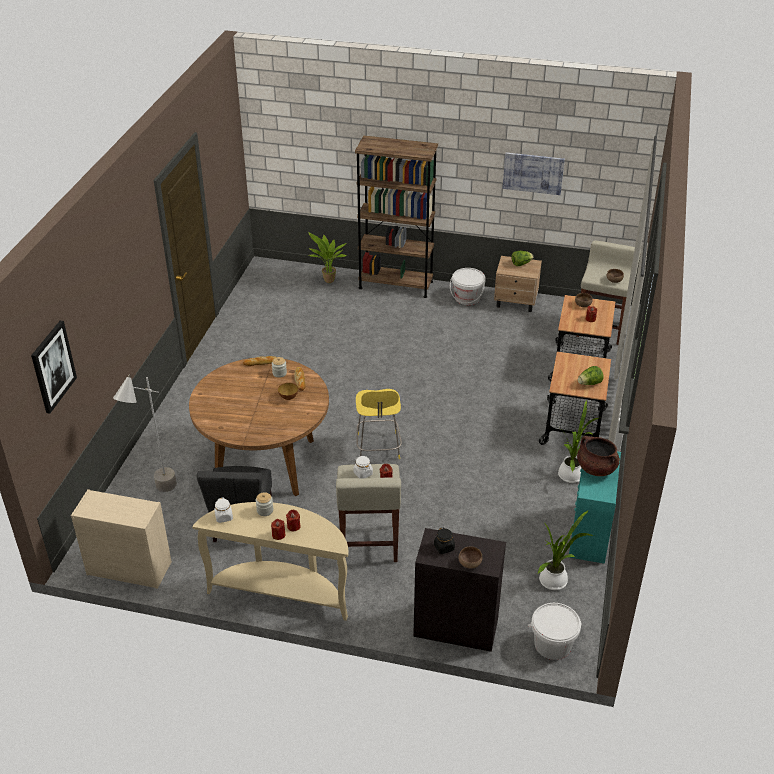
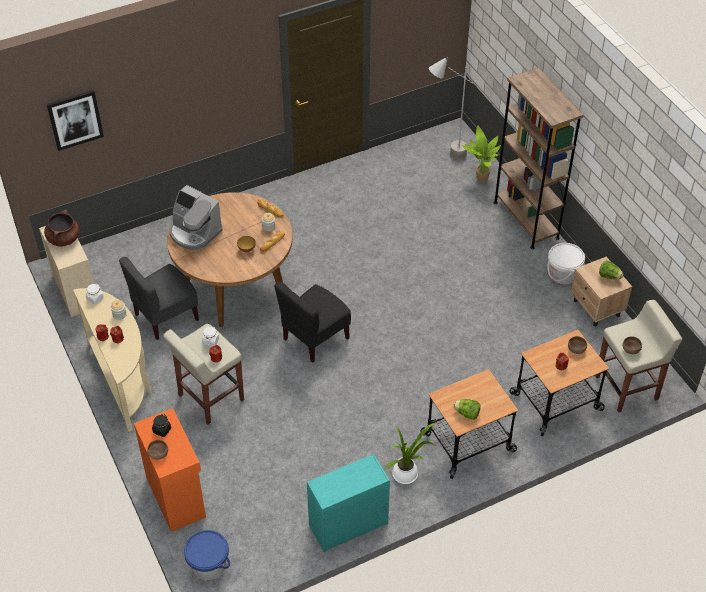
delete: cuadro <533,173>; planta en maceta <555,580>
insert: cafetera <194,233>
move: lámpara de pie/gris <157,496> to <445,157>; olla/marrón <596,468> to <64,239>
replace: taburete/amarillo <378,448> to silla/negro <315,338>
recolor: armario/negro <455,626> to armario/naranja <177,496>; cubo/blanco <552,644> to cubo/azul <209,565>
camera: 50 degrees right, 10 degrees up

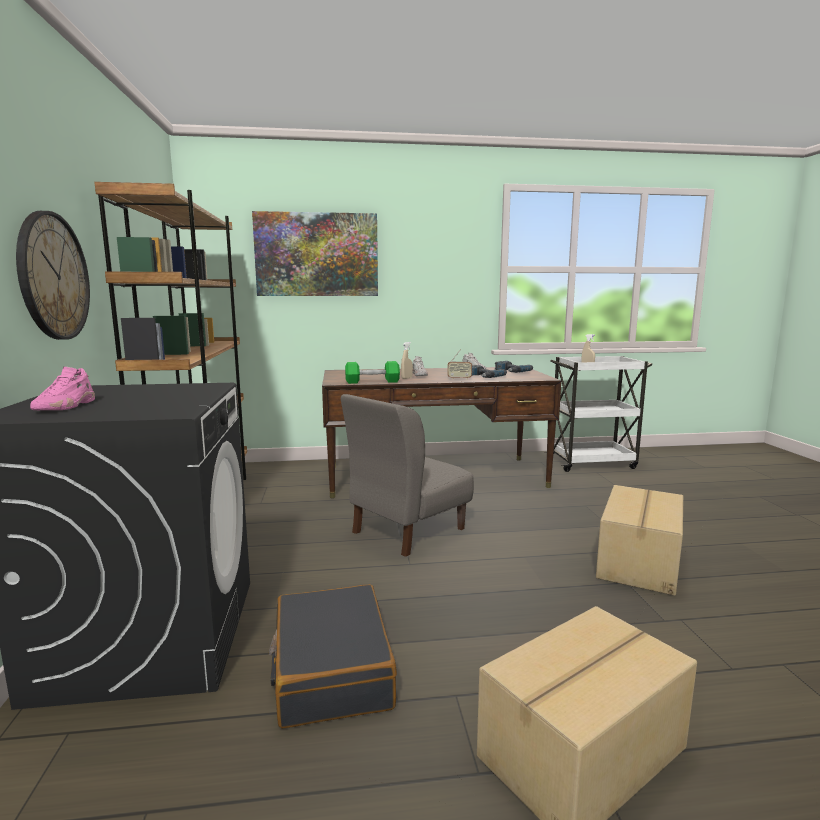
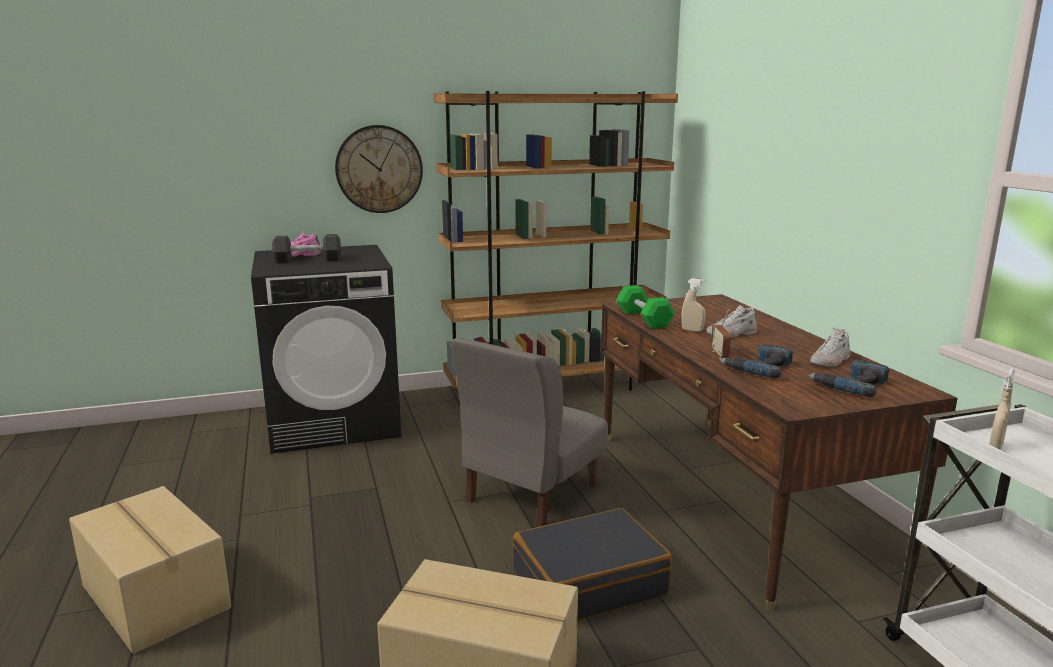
delete: cuadro <317,255>
insert: mancuerna/negro <308,260>
move: maleta/negro <331,669> to <589,583>
rotate: silla/gris <407,530> = <531,493> 90 degrees counterclockwise
camera: 80 degrees right, 5 degrees up

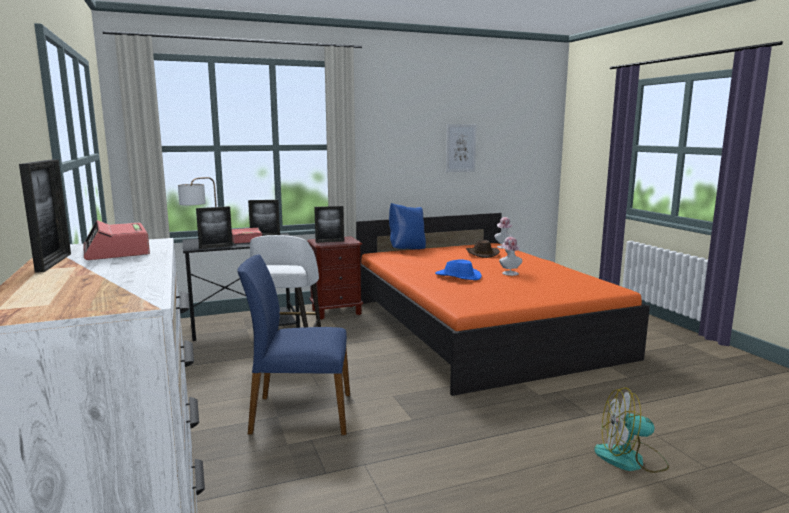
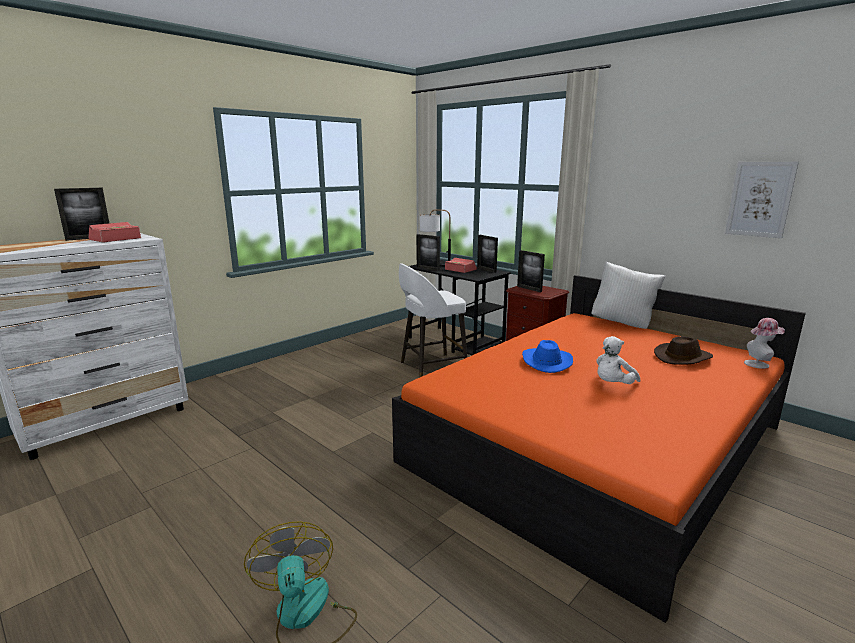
delete: silla/azul <300,413>
replace: sombrero <509,272> to peluche/blanco <612,384>
recolor: cojín/azul <406,249> to cojín/blanco <623,323>
camera: 65 degrees right, 5 degrees up

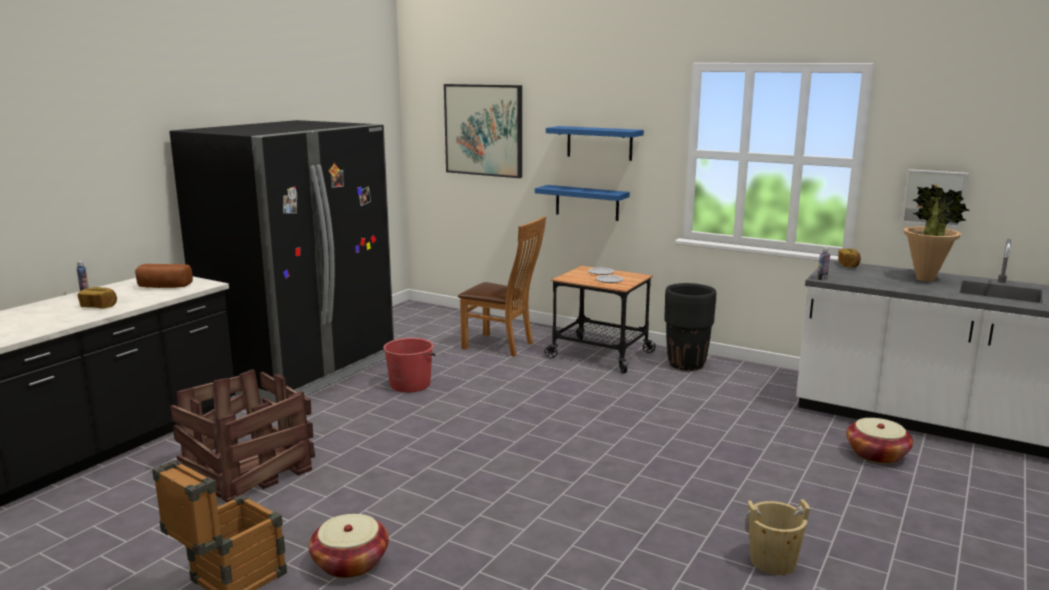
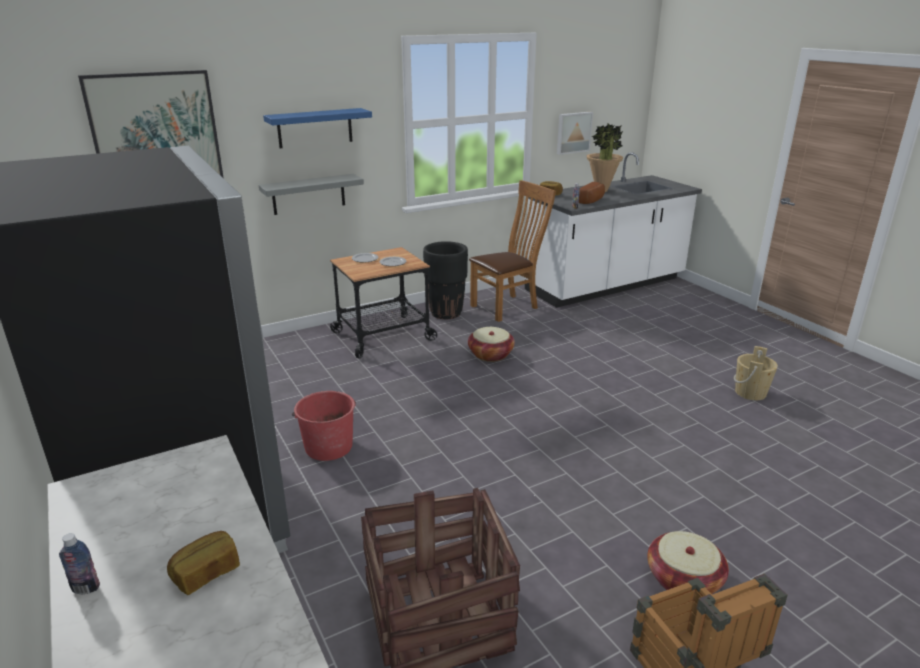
move: pan <163,287> to <592,201>; silla/marrón <502,346> to <508,306>; cesta <876,454> to <490,354>
recolor: estante/azul <587,202> to estante/gris <308,194>
camera: 60 degrees left, 10 degrees up

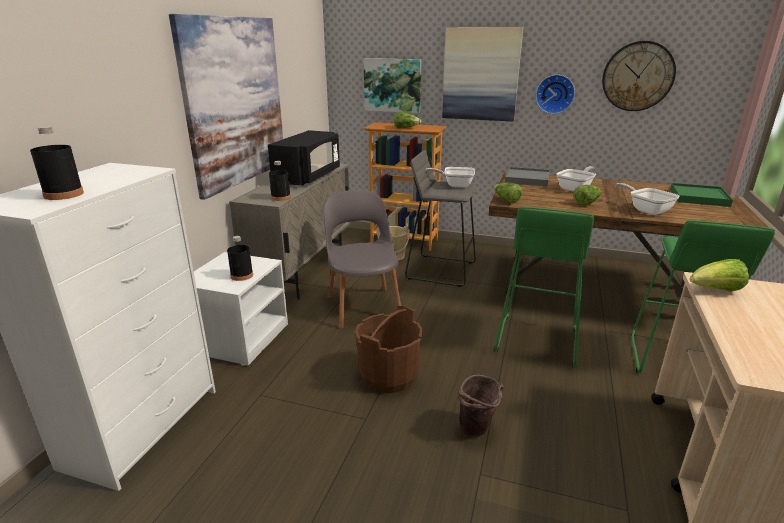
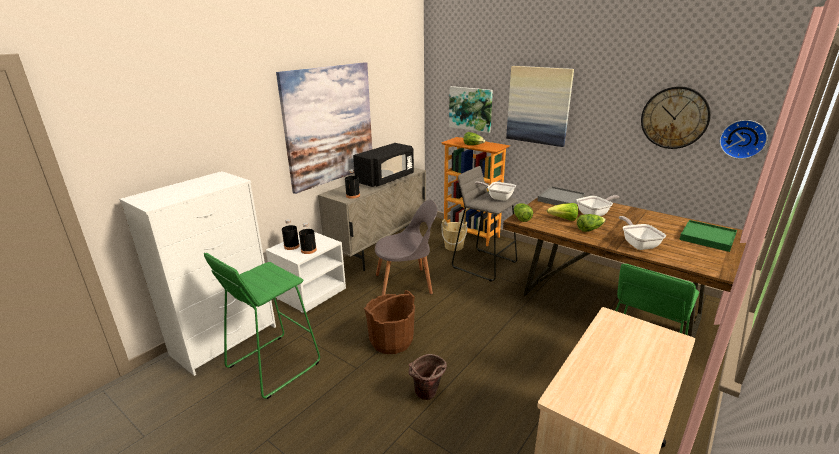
move: botella/negro <64,194> to <291,246>; taburete/verde <536,340> to <273,365>; reloj de pared <555,94> to <743,138>; lechuga <715,291> to <563,219>
rotate: silla/gris <363,306> = <406,284> 75 degrees clockwise
camera: 20 degrees right, 0 degrees up

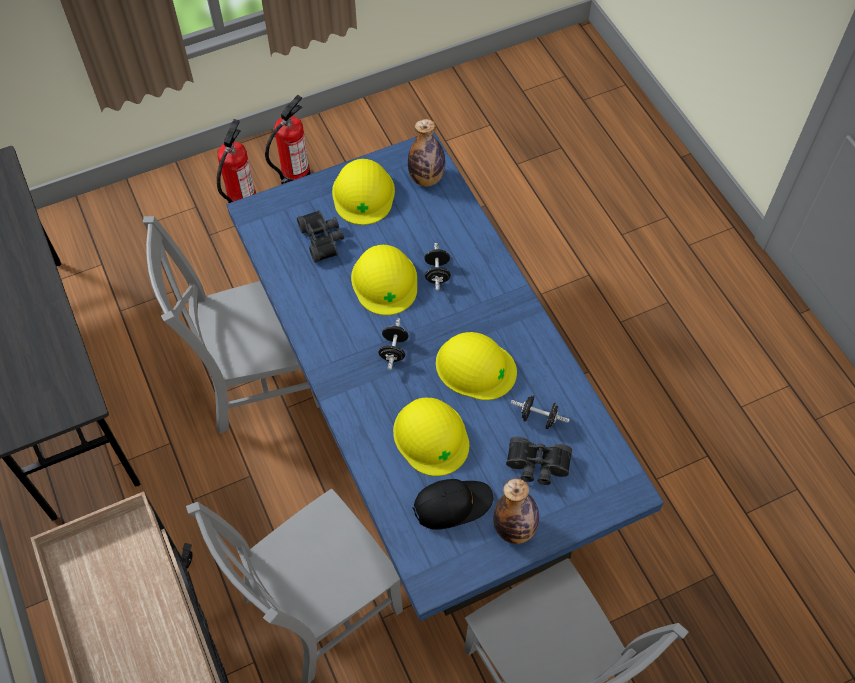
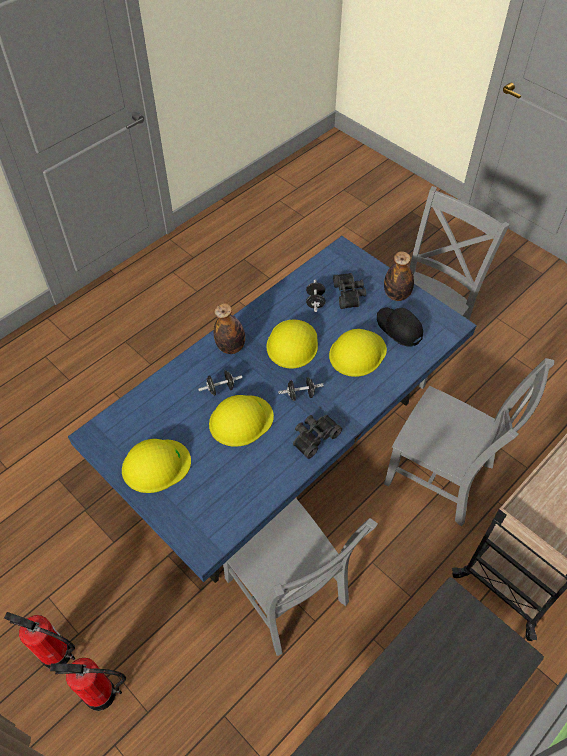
move: prismáticos/negro <323,239> to <313,437>; botella <426,178> to <231,347>
camera: 110 degrees left, 5 degrees down

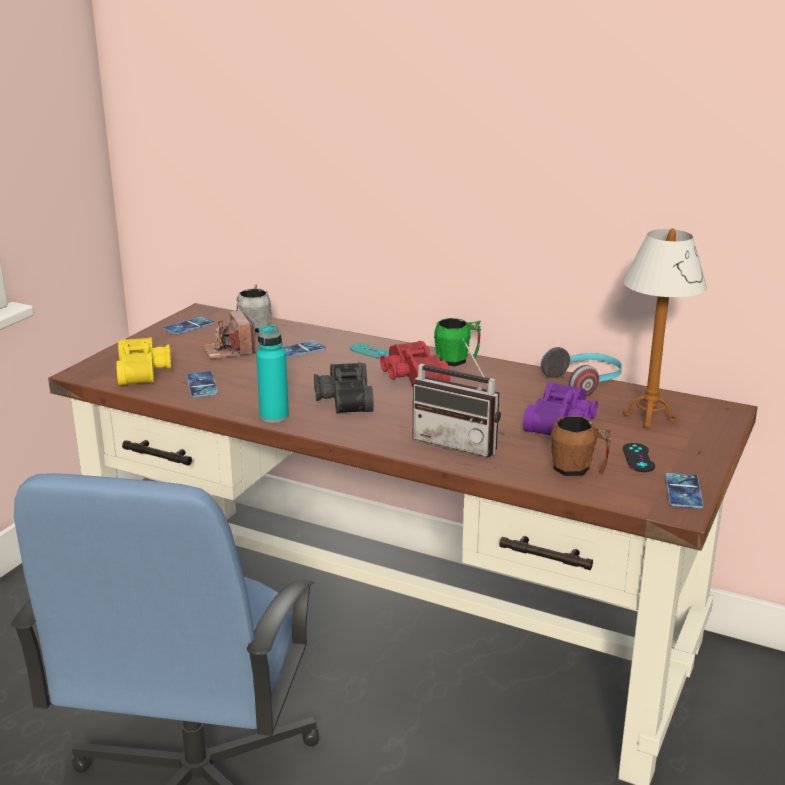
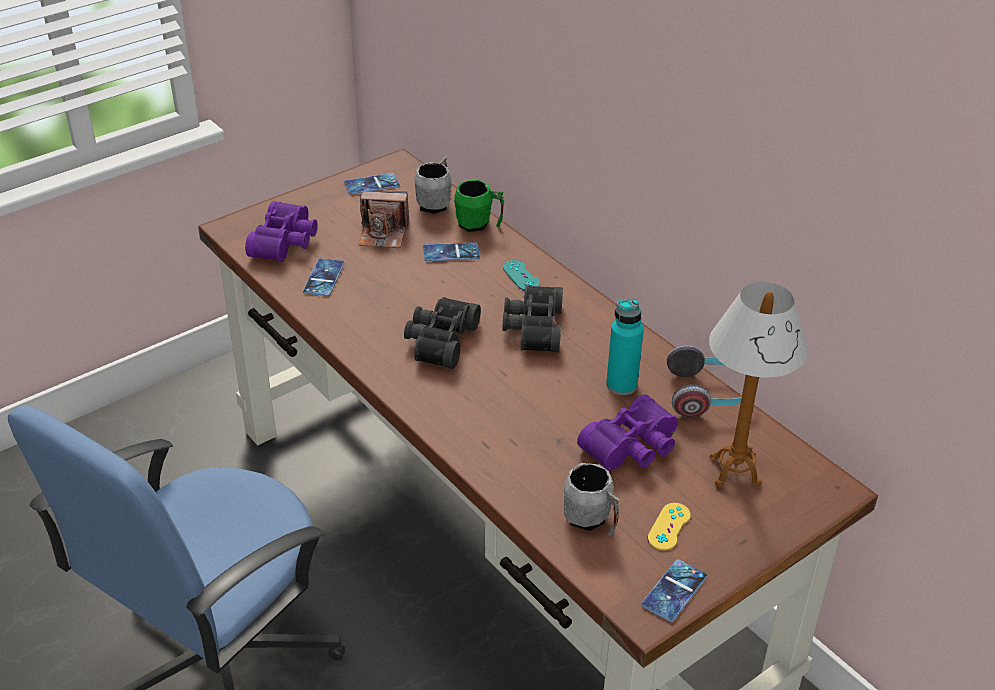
delete: radio <459,442>
move: botella/turquesa <274,417> to <621,385>; taza grande/verde <457,360> to <479,224>
recolor: prismáticos/amarillo <145,371> to prismáticos/morado <287,242>; prismáticos/rojo <410,377> to prismáticos/negro <532,328>; taza grande/marrón <578,469> to taza grande/gris <591,520>; mando de consola/negro <638,458> to mando de consola/amarillo <669,526>
rotate: cámara <229,351> = <383,234> 90 degrees counterclockwise
camera: 25 degrees right, 15 degrees up

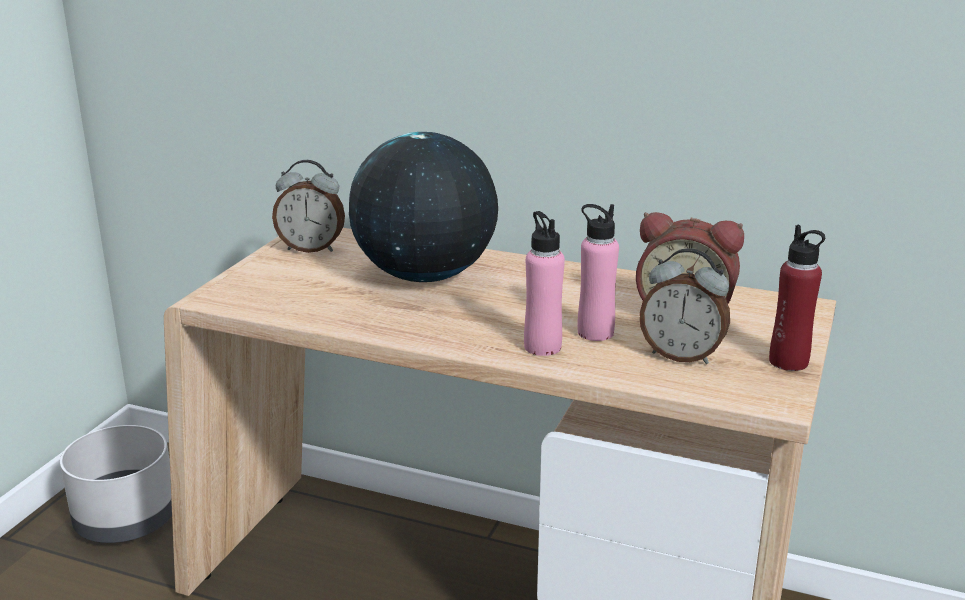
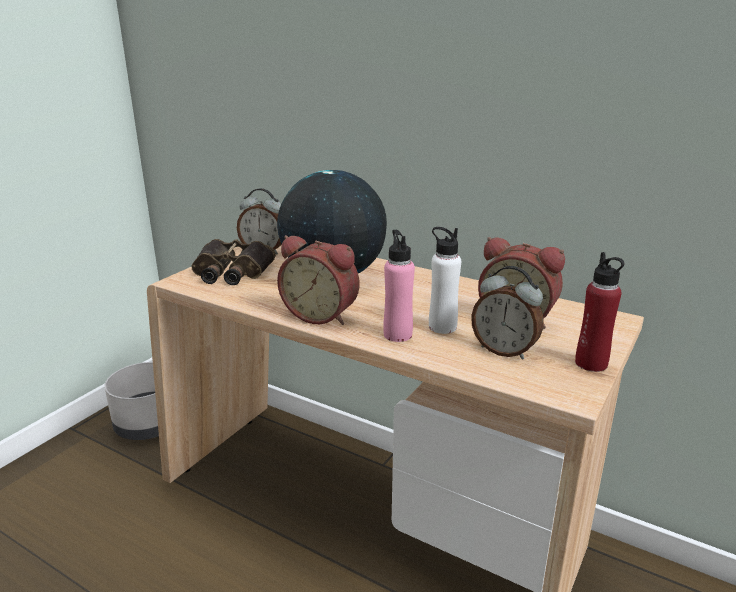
insert: prismáticos <231,272>; despertador <322,314>
recolor: botella/rosa <595,332> to botella/blanco <442,327>
camera: 10 degrees right, 0 degrees up

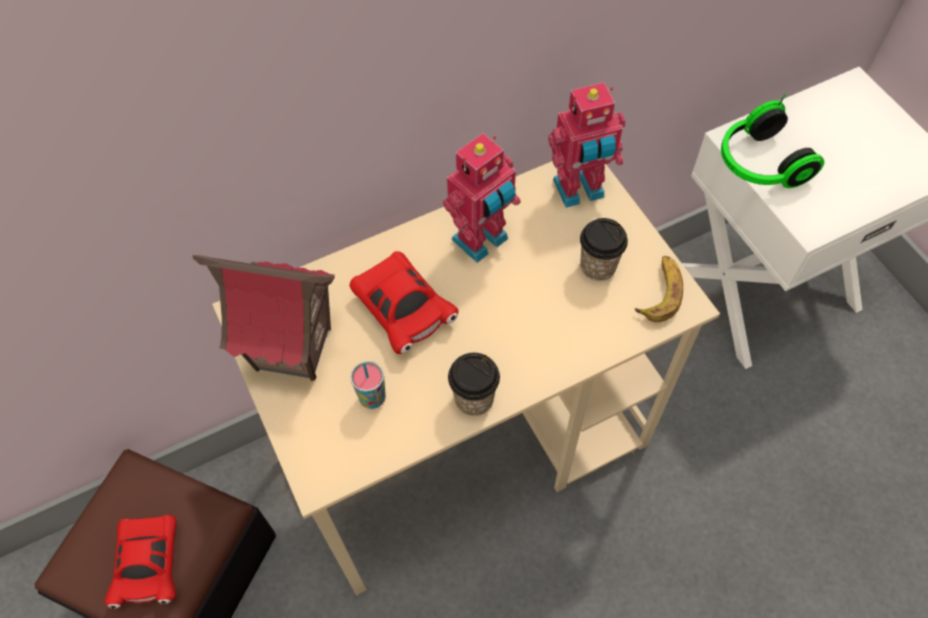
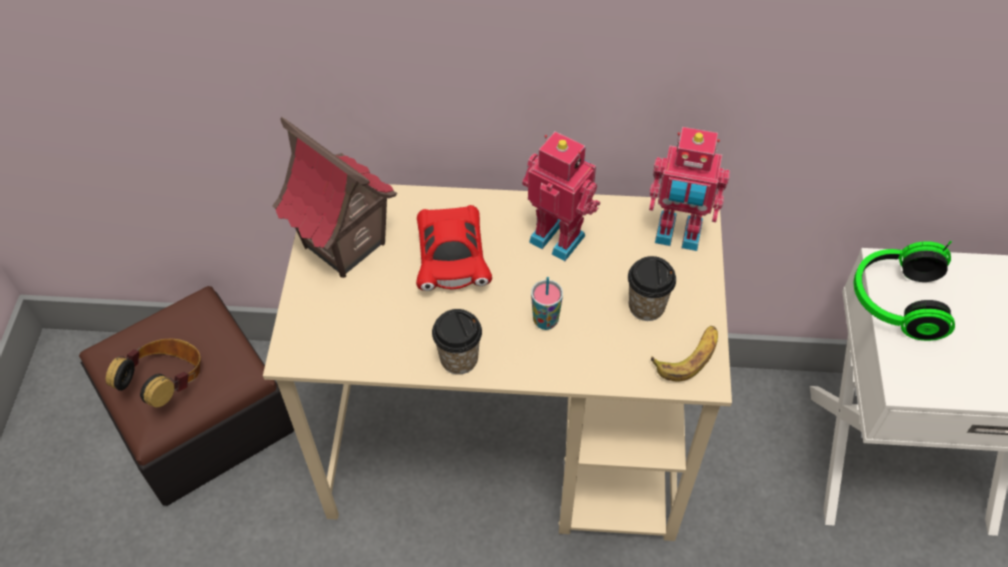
move: taza <372,398> to <545,321>
replace: coche de juguete/rojo <149,565> to auriculares <167,383>
rotate: robot de juguete <482,241> = <559,236> 135 degrees counterclockwise
camera: 30 degrees right, 5 degrees down

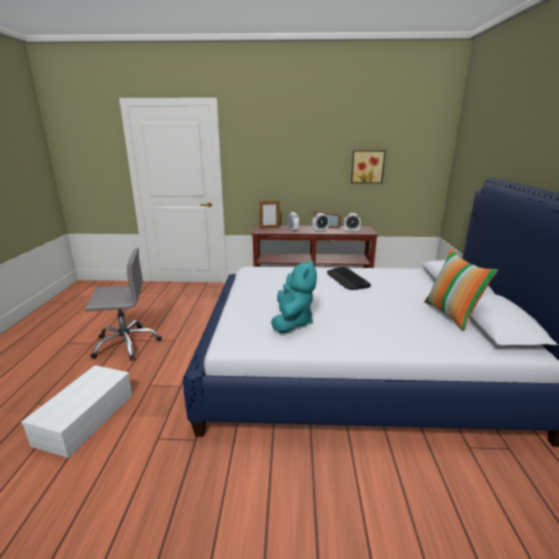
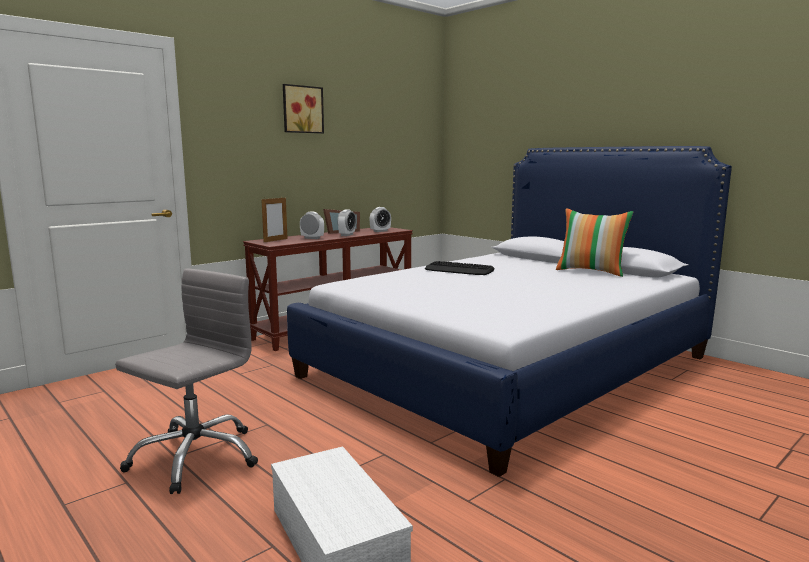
delete: peluche/turquesa <292,322>
move: cuadro <367,166> to <302,109>
camera: 45 degrees left, 10 degrees down

